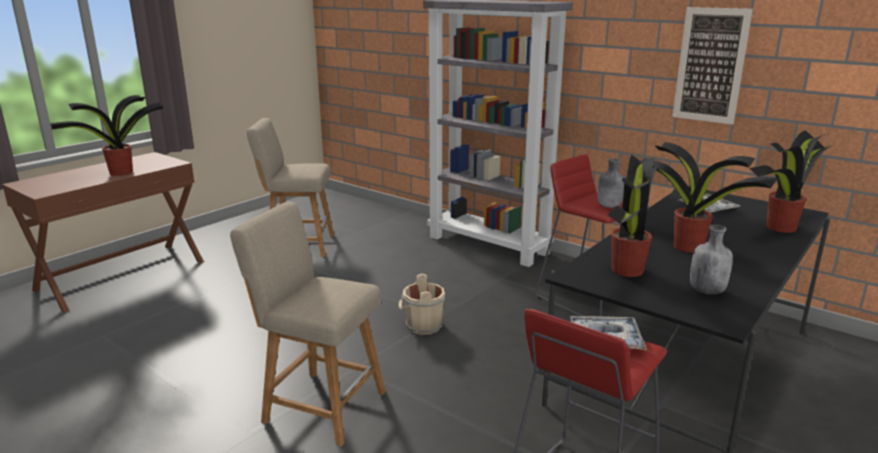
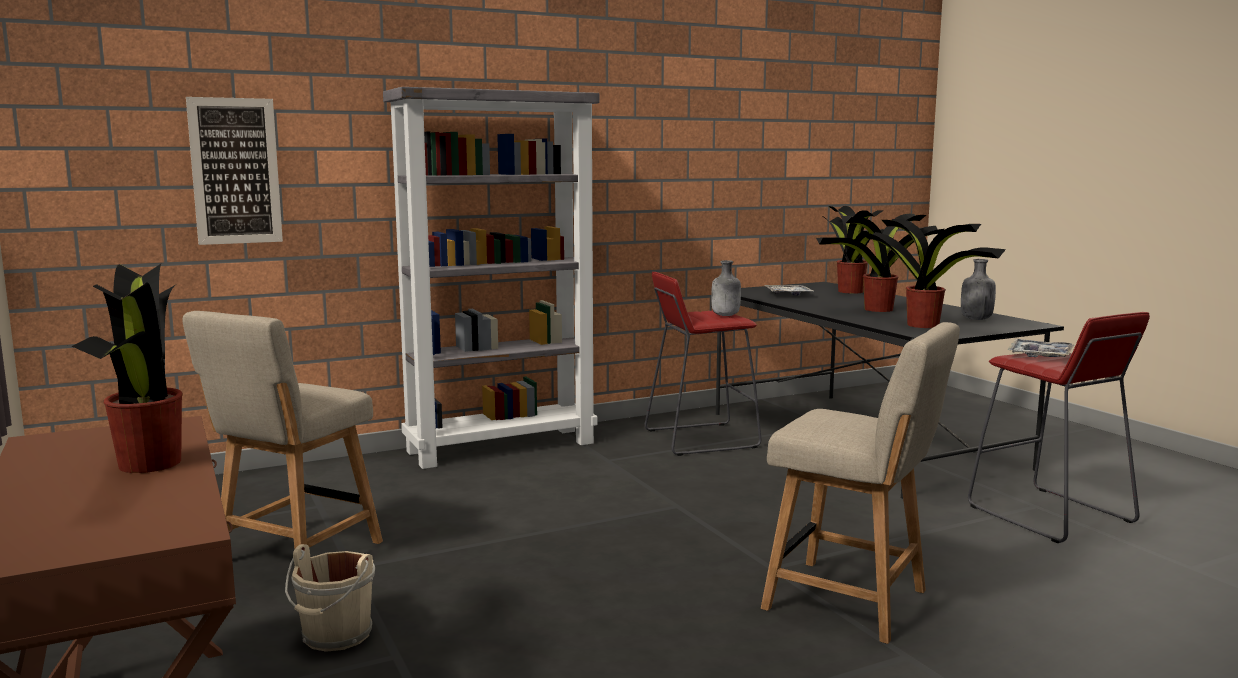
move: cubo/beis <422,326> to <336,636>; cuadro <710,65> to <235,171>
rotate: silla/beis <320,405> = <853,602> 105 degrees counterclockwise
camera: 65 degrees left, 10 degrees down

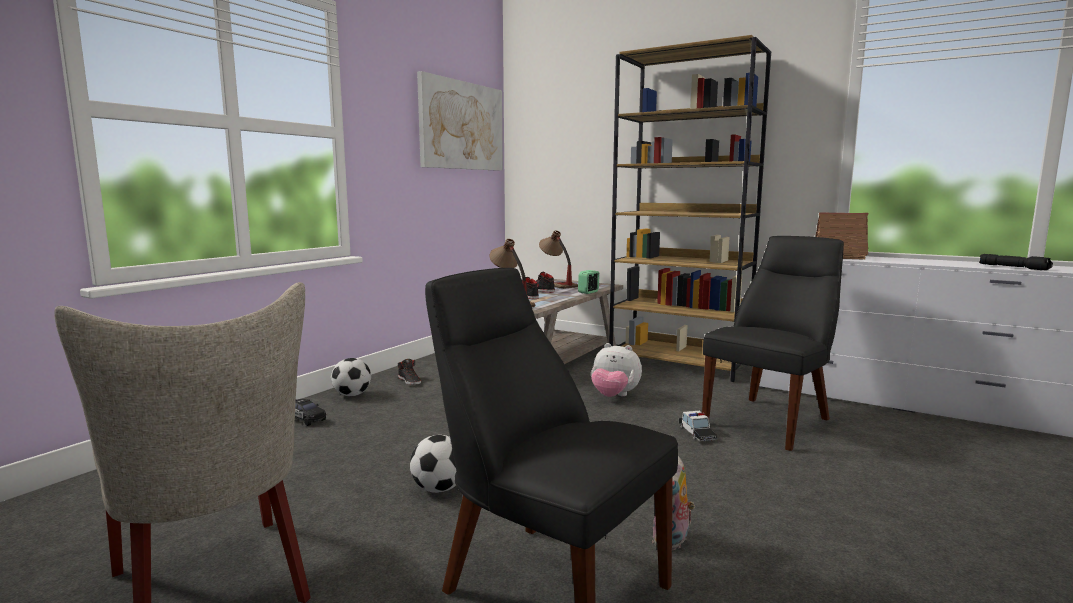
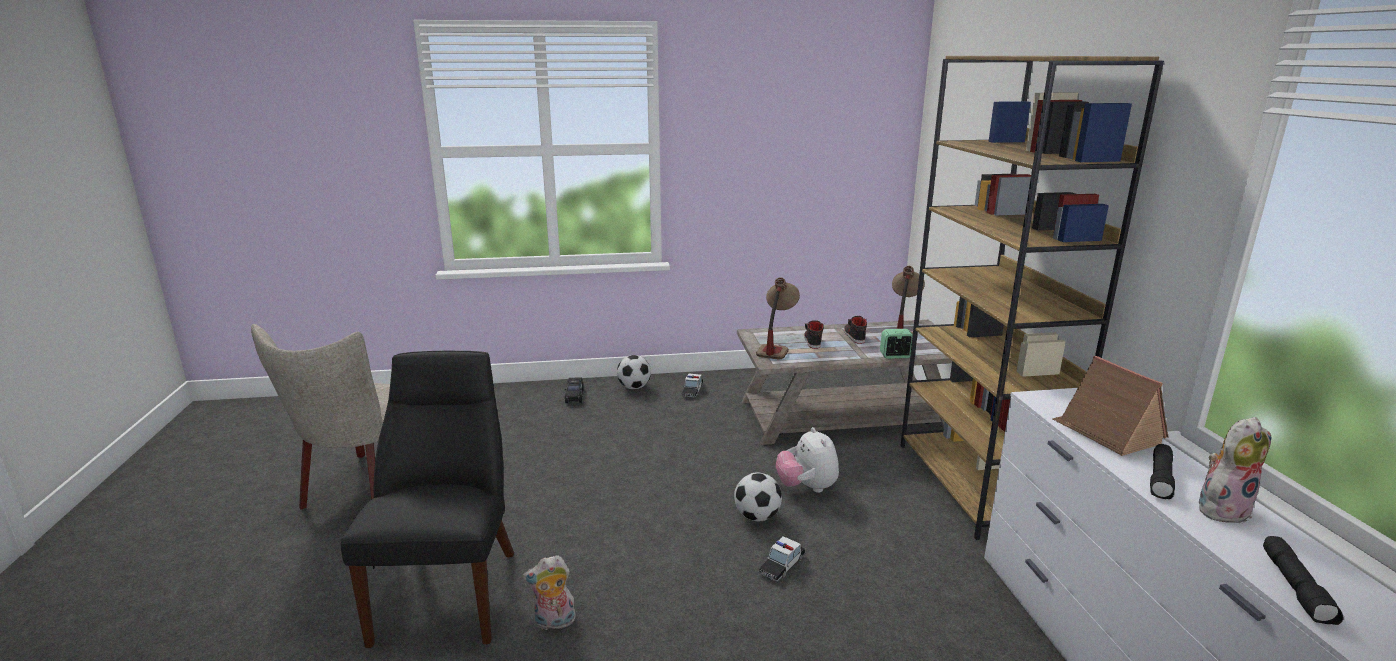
delete: cuadro <462,126>; silla/negro <770,420>
insert: linterna/negro <1161,479>; peluche <1222,509>
move: balón de fútbol <439,489> to <757,516>
replace: zapato/negro <410,381> to coche de juguete <692,390>
camera: 50 degrees right, 10 degrees up

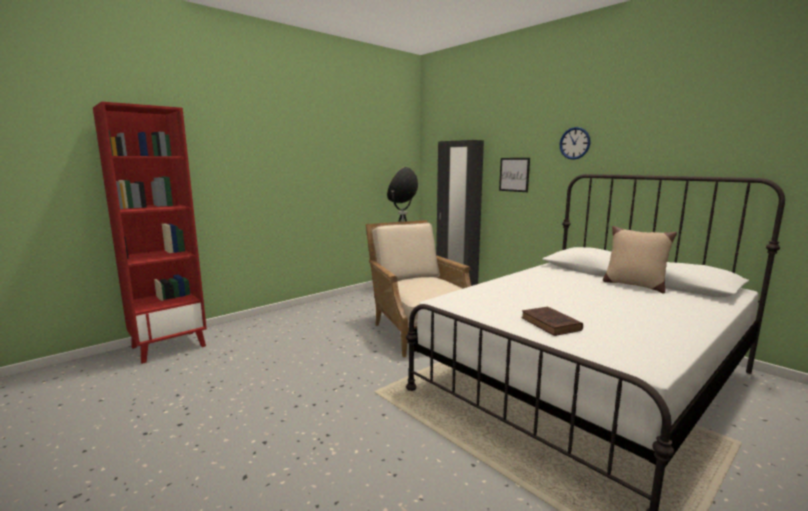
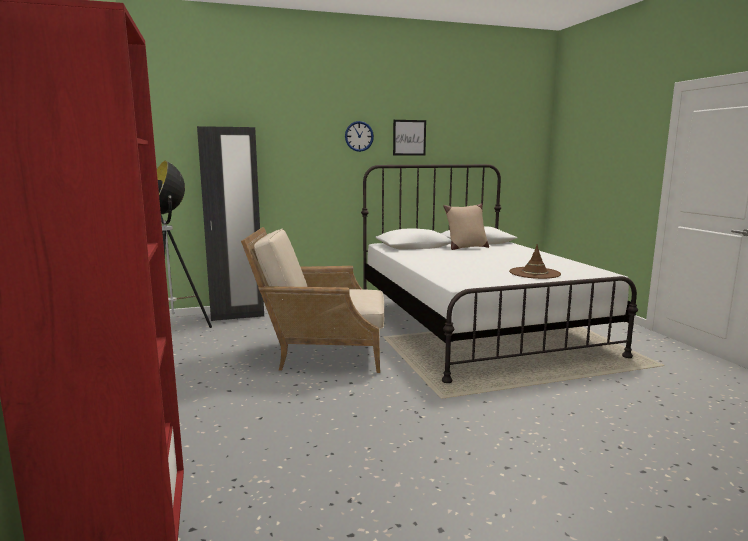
move: cuadro <514,174> to <409,137>
replace: libro/marrón <551,324> to sombrero/marrón <534,273>
camera: 65 degrees left, 0 degrees up

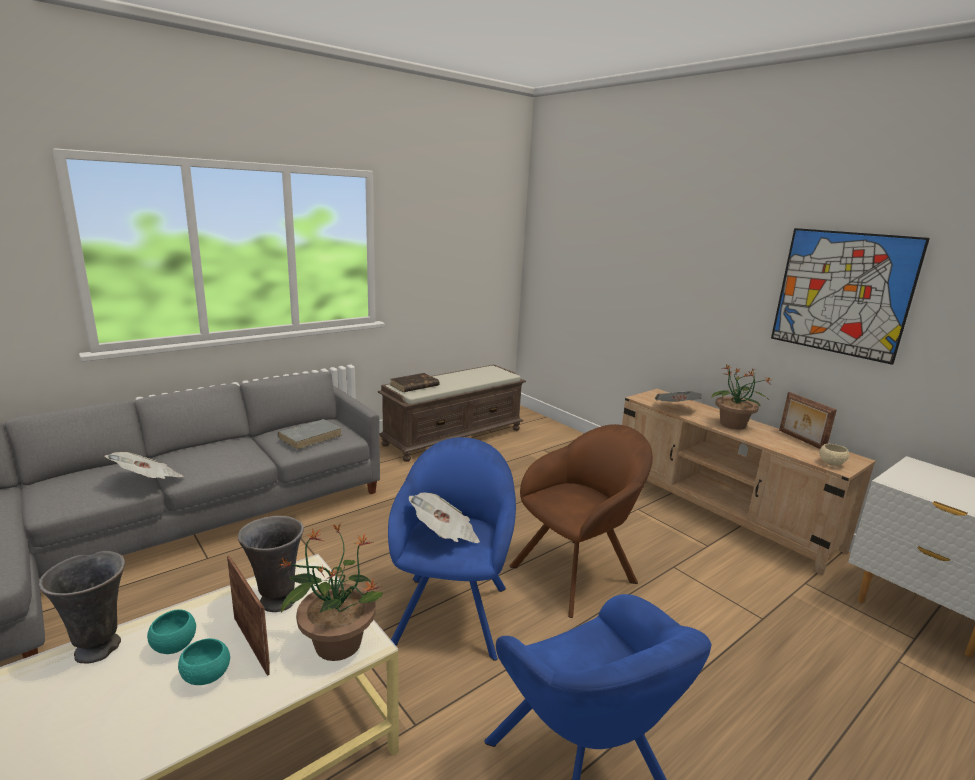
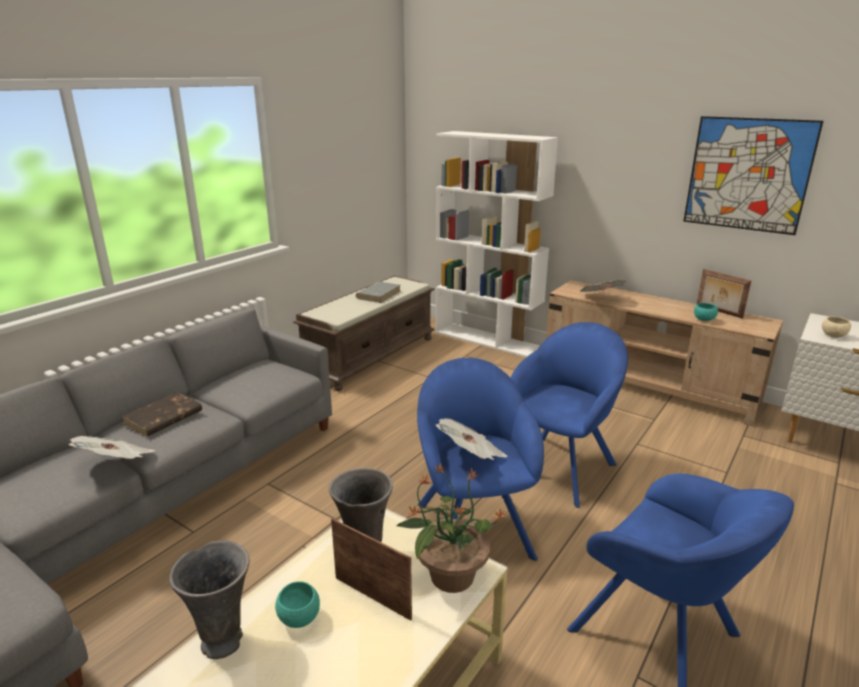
delete: planta en maceta <733,425>
insert: estantería/blanco <487,339>
move: cuenco/turquesa <207,676> to <704,320>; libro/gris <310,436> to <378,294>; libro/marrón <414,385> to <163,418>; cuenco/beis <831,464> to <833,336>
recolor: sillón/marrón <578,572> to sillón/azul <561,465>
camera: 15 degrees left, 5 degrees up

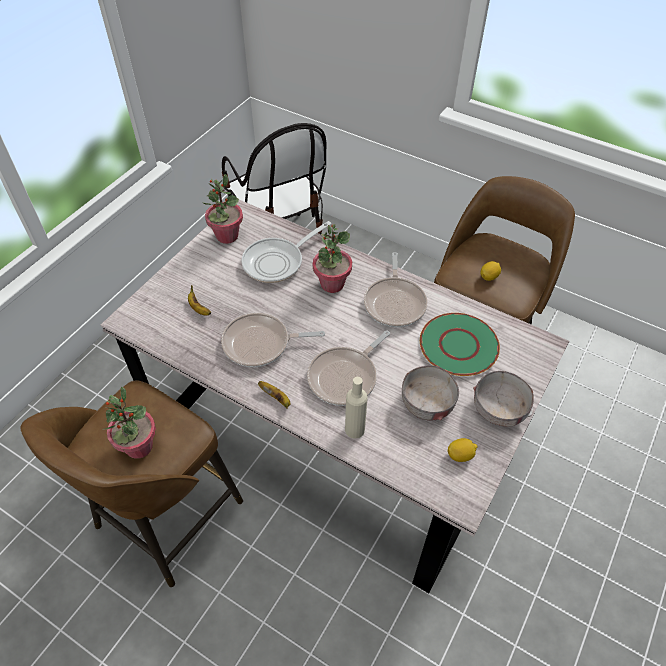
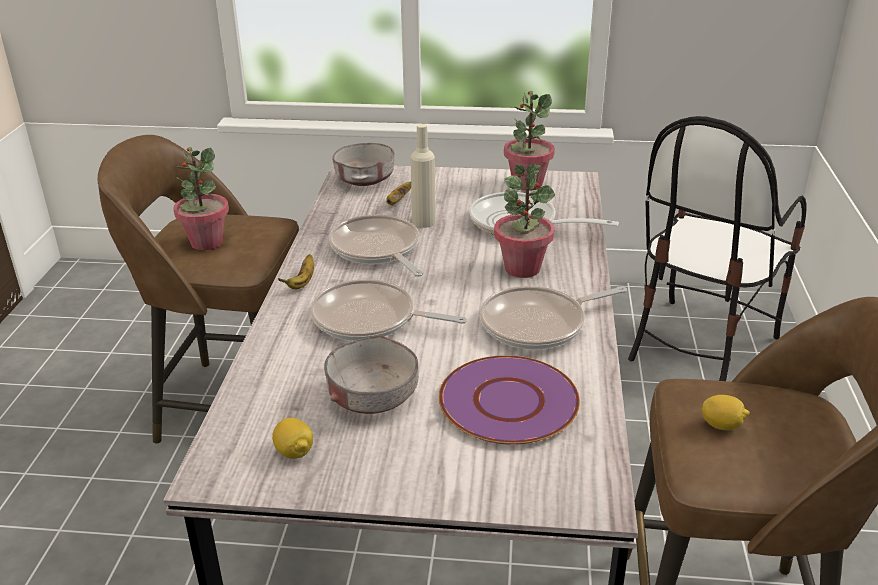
move: botella/beis <354,429> to <423,222>; cuenco/gris <498,408> to <365,180>
recolor: plato/verde <459,345> to plato/morado <509,402>
camera: 65 degrees right, 20 degrees down

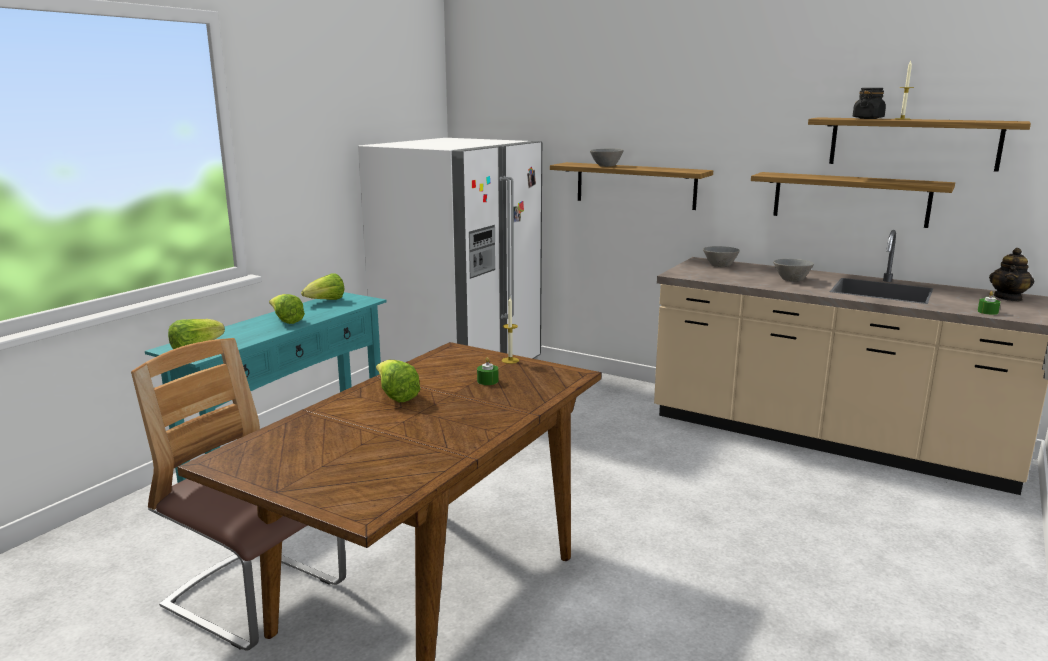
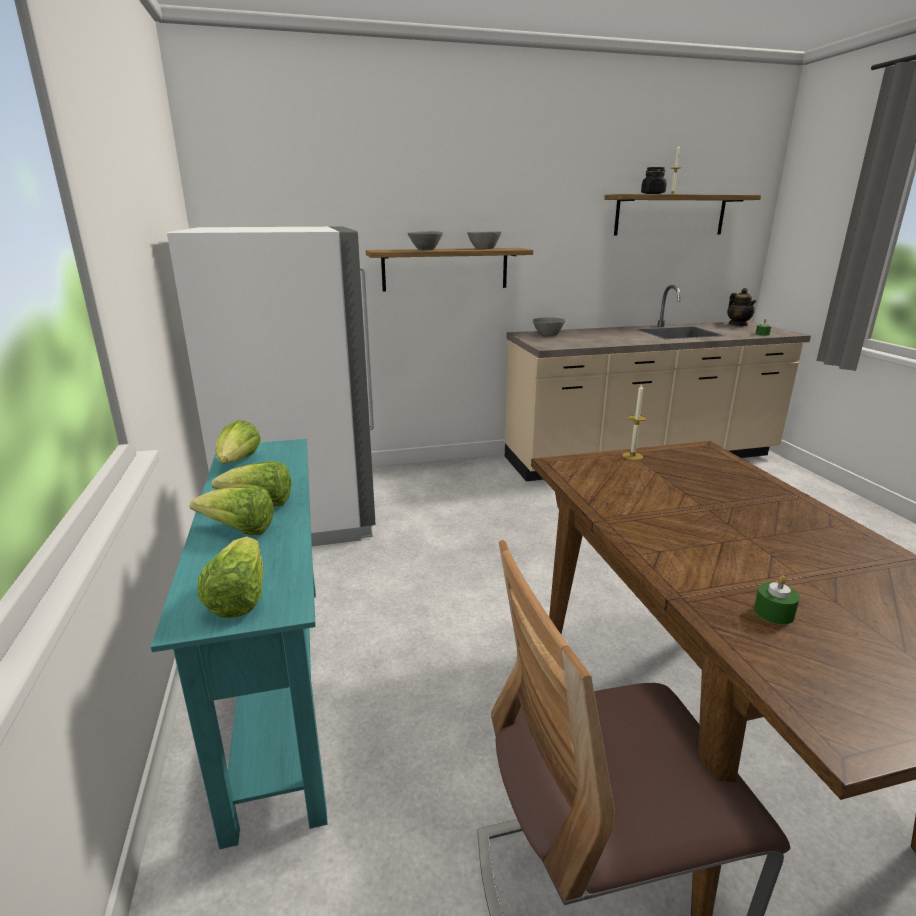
delete: estante <850,199>
move: lechuga <396,396> to <239,530>; vela/verde <487,381> to <773,612>; cuenco/gris <792,279> to <484,249>
camera: 45 degrees left, 5 degrees up

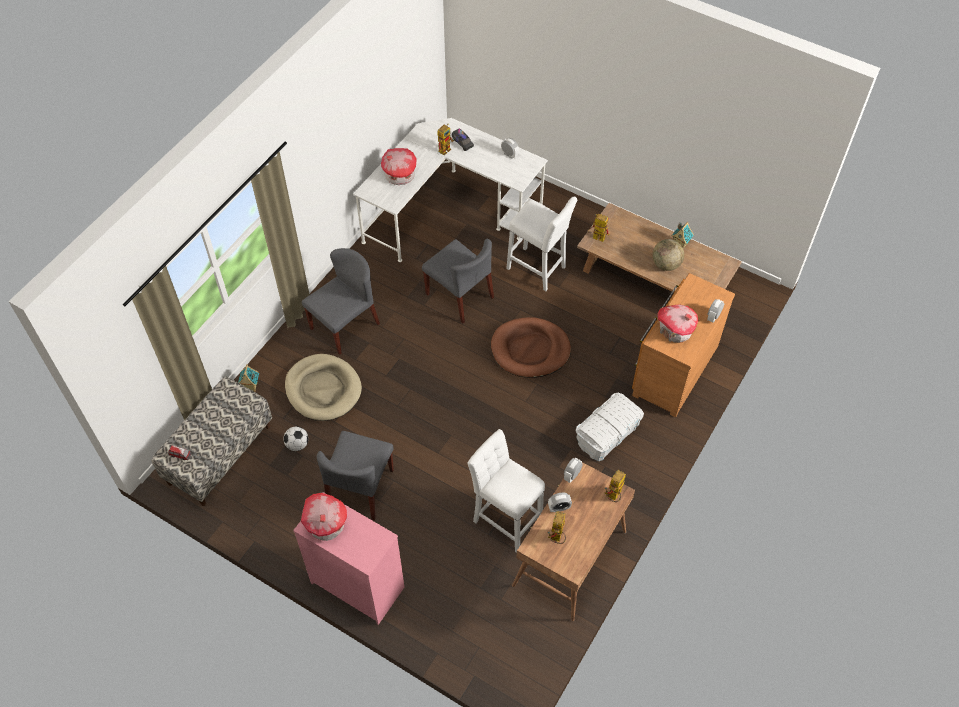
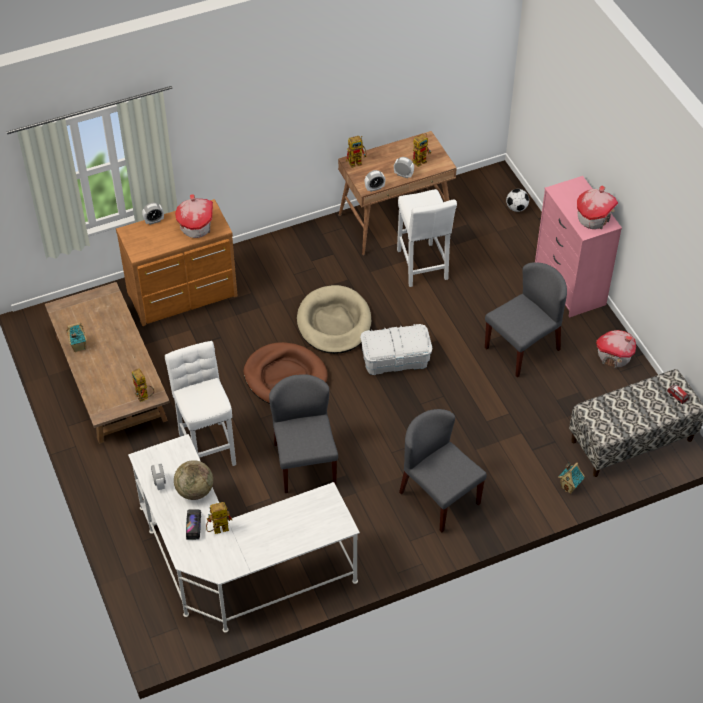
move: balón de fútbol <297,444> to <516,208>; cama para perro/beis <323,389> to <334,323>; casita <399,176> to <614,357>; caja de almacenaje/blanco <607,435> to <395,359>; globo terráqueo <666,264> to <195,491>
rotate: silla/gris <345,325> = <439,497> 60 degrees clockwise
camera: 145 degrees left, 5 degrees down

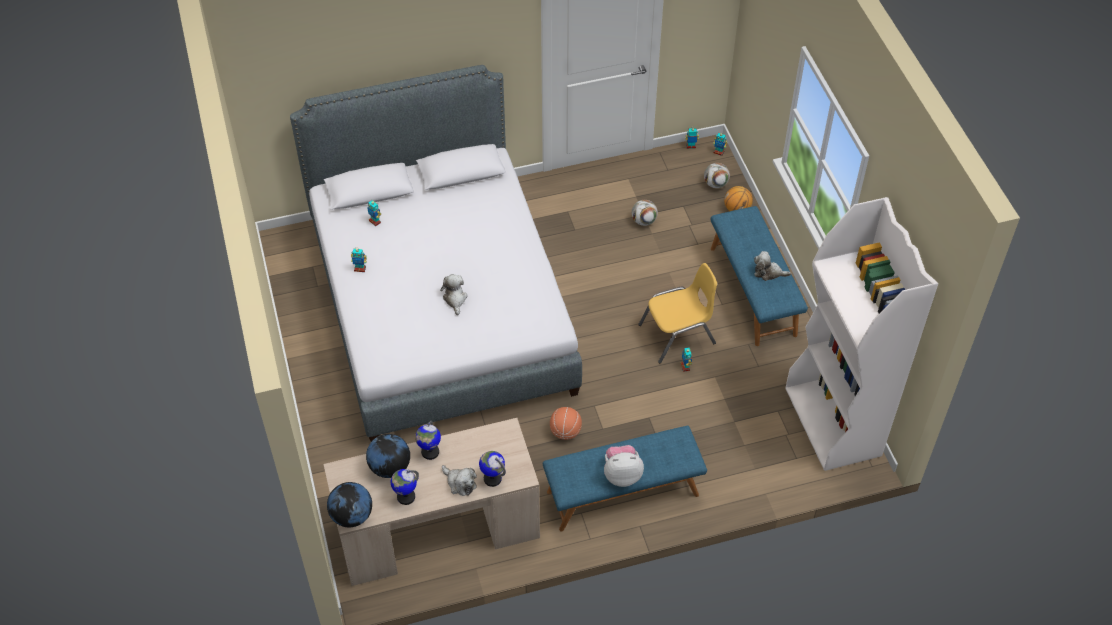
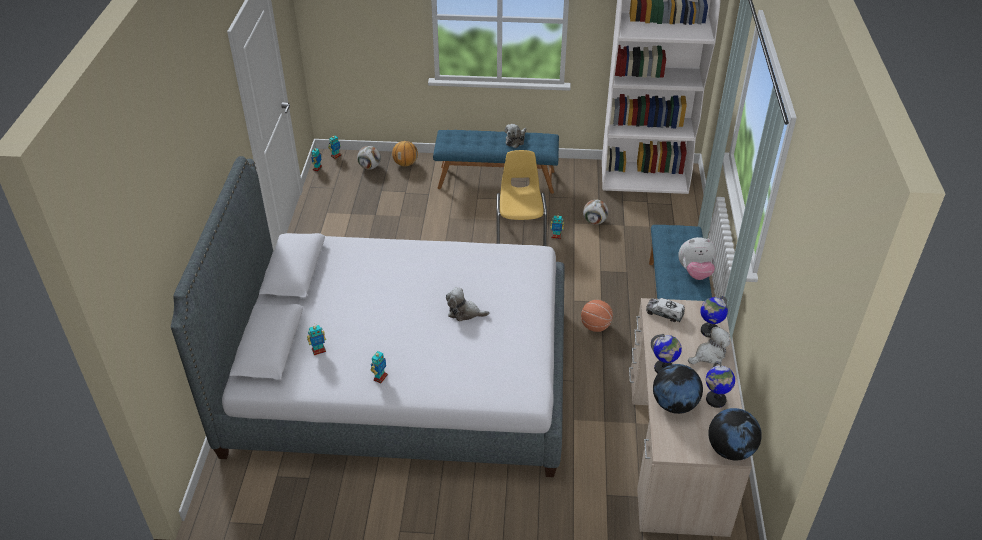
insert: camión de juguete <664,313>
move: balón de fútbol <644,221> to <594,221>
rotate: peluche <622,475> = <695,272> 105 degrees counterclockwise
camera: 70 degrees left, 10 degrees down

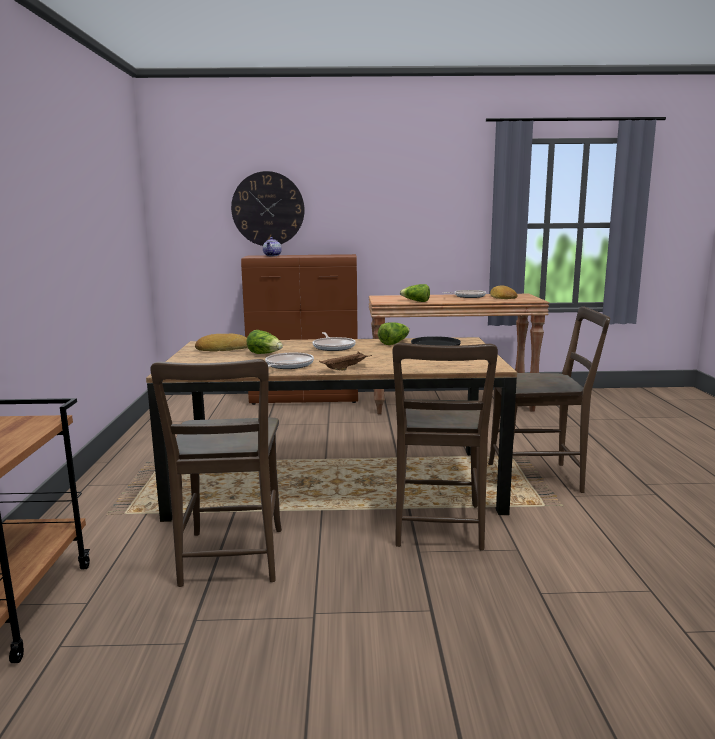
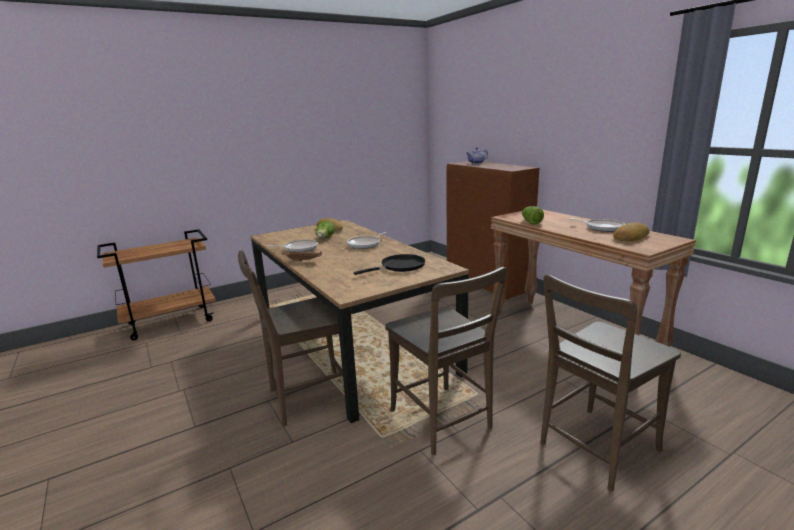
delete: reloj de pared <268,209>; lechuga <394,343>
move: silla/marrón <231,560> to <595,449>
camera: 60 degrees right, 5 degrees up

